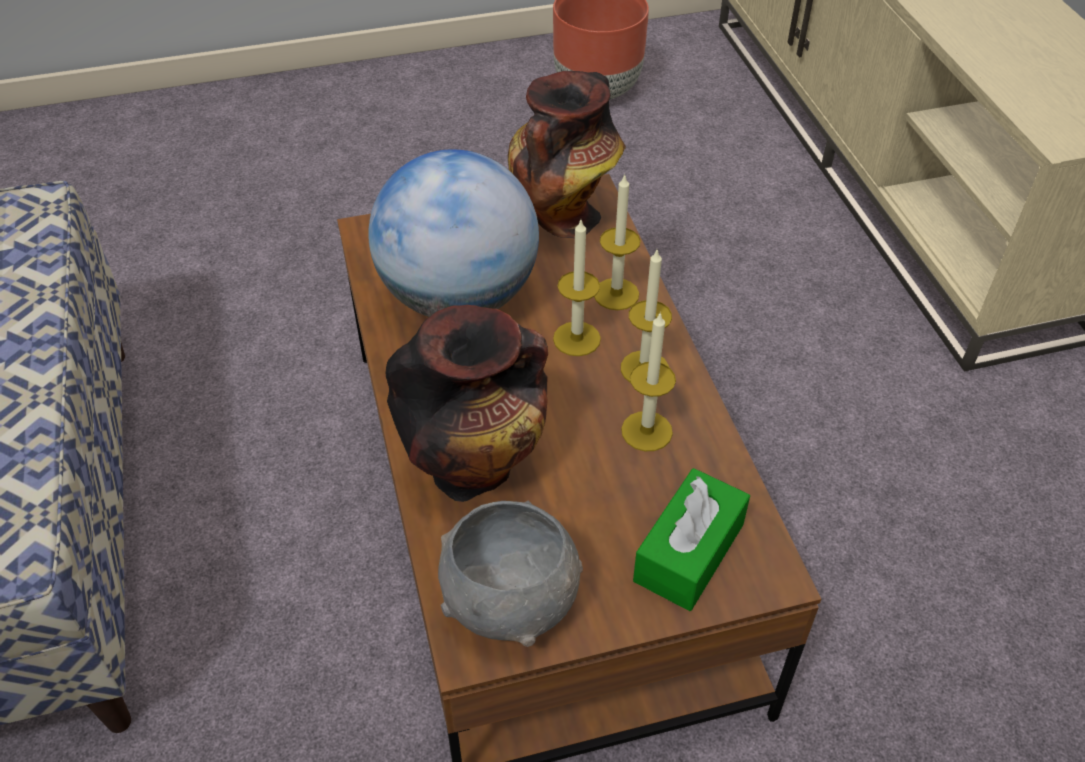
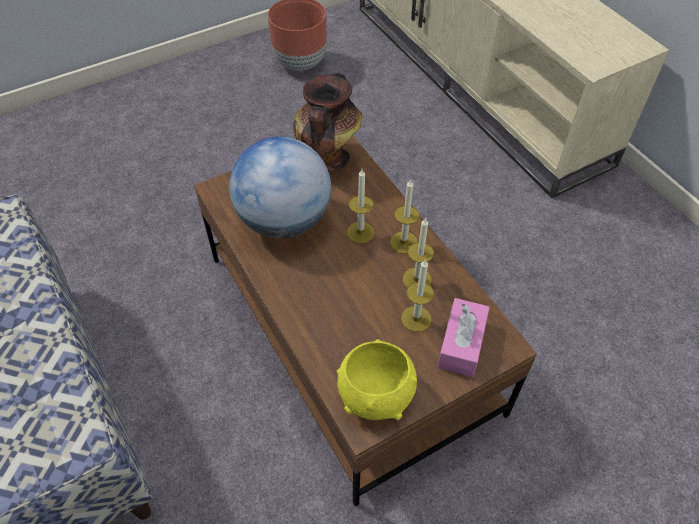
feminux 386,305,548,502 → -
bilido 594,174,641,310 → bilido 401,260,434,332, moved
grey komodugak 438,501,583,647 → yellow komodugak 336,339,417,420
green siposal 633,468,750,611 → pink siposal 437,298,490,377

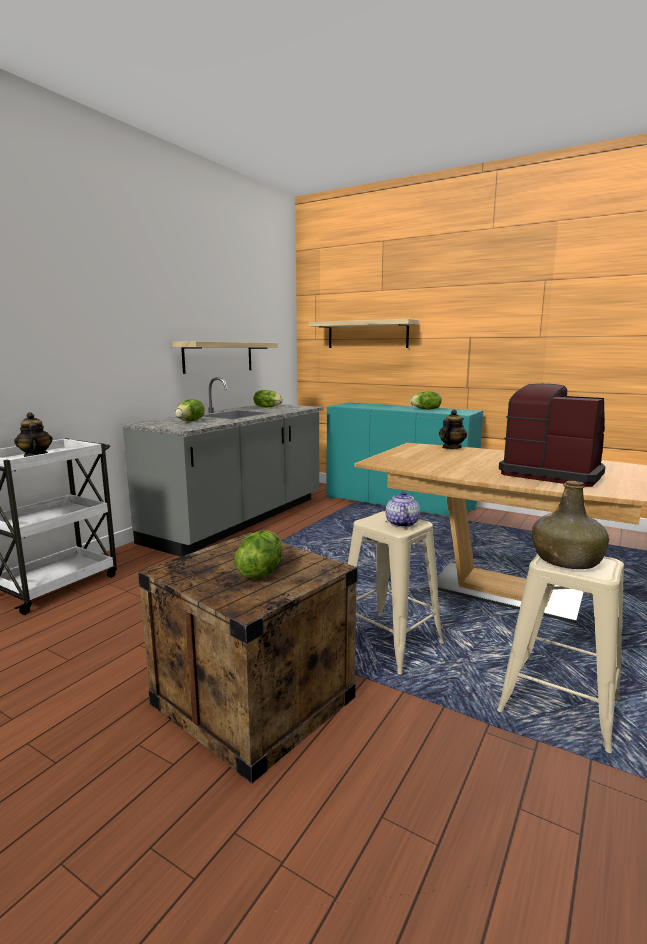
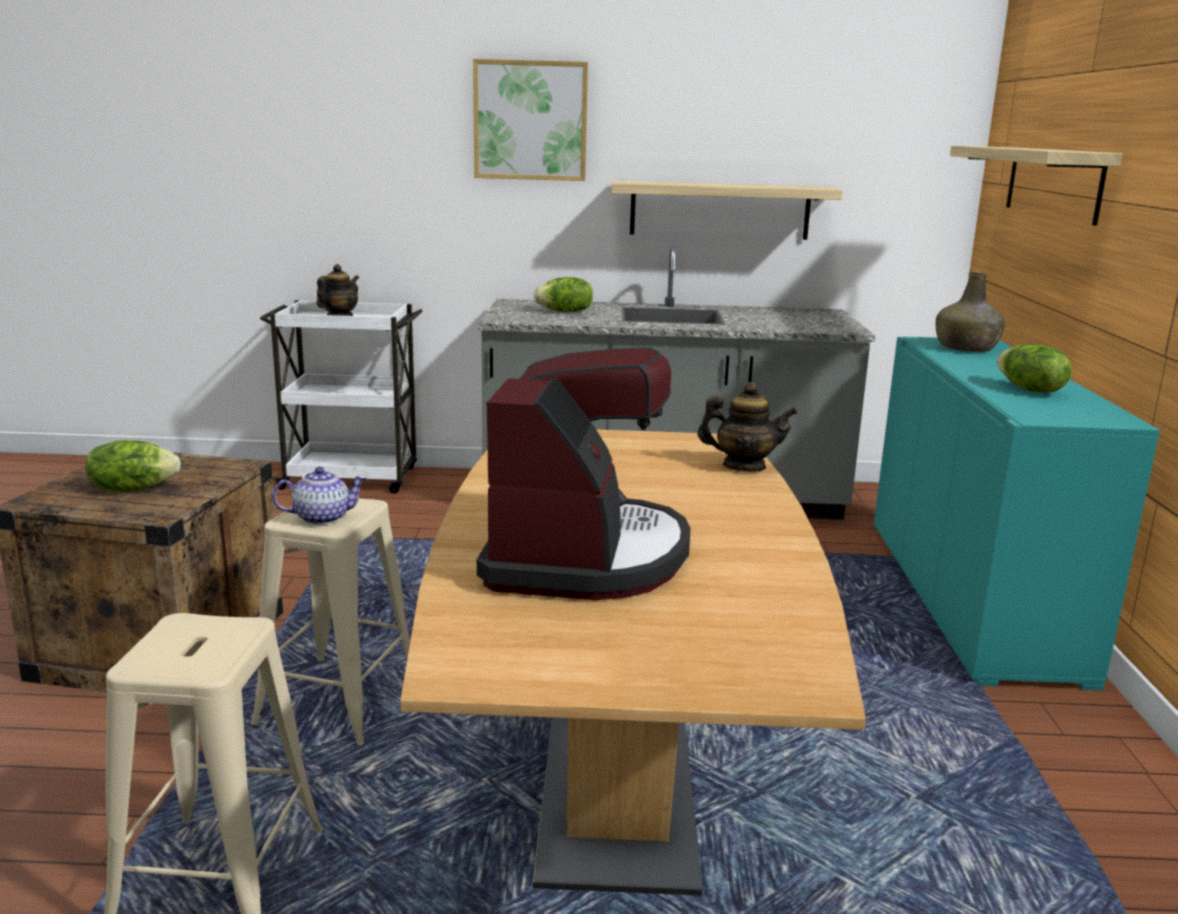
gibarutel 254,390,283,408 → -
- → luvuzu 473,59,588,181
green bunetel 532,481,609,569 → green bunetel 936,271,1005,352, moved

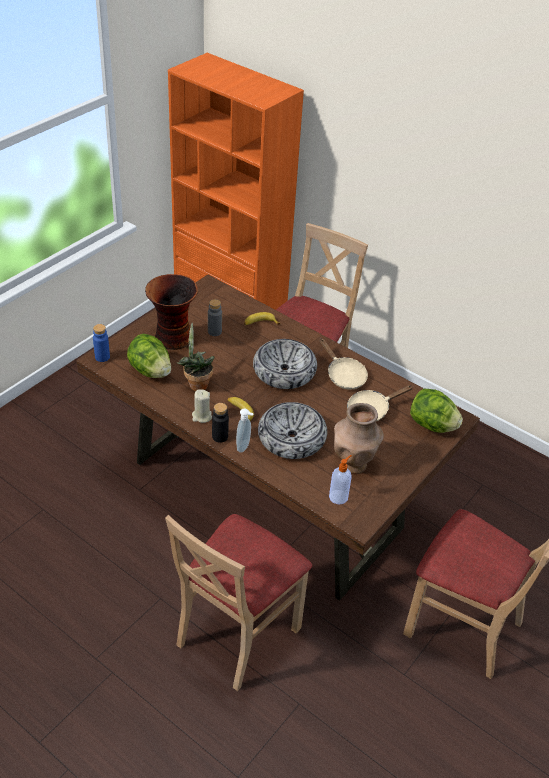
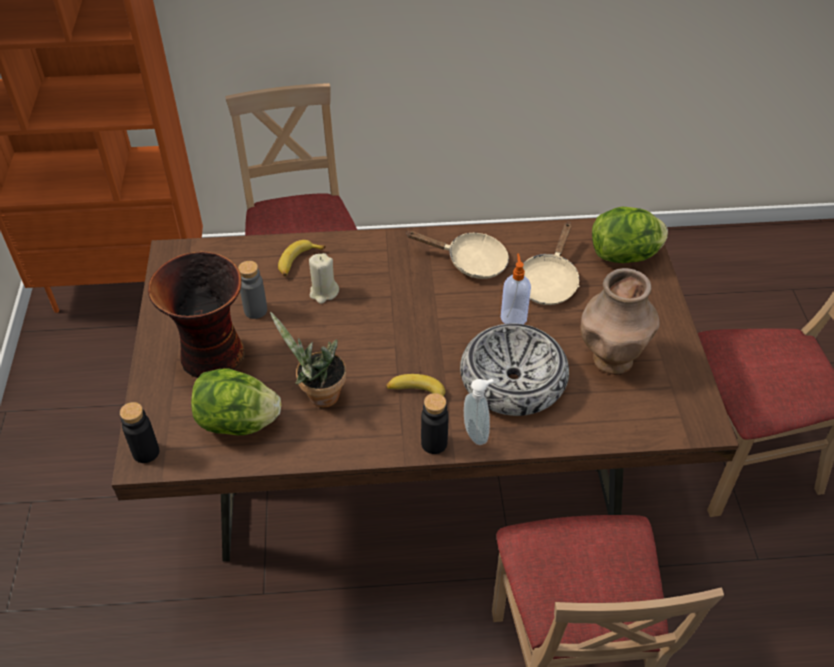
komodugak 253,339,317,389 → -
beige bilido 192,389,212,423 → beige bilido 309,253,339,304, moved
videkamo 329,455,352,504 → videkamo 501,253,531,324, moved
blue bunetel 93,324,110,362 → black bunetel 120,402,159,463

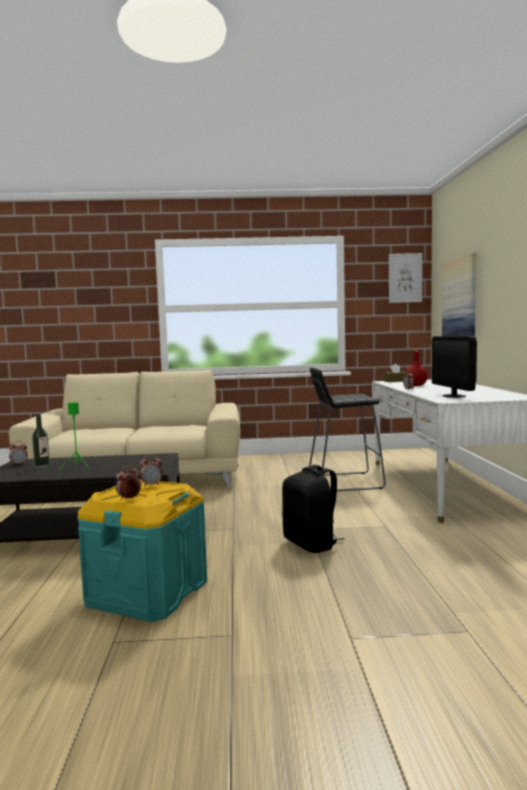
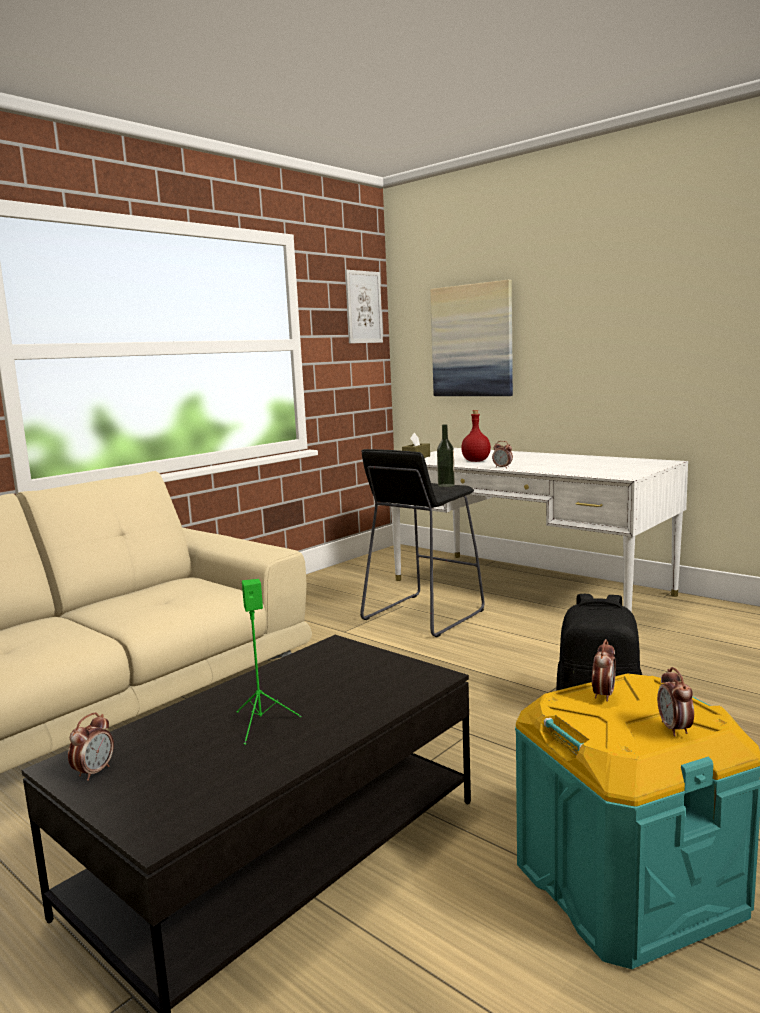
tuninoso 432,336,477,398 → -
bunetel 32,415,50,469 → bunetel 437,424,455,487, moved

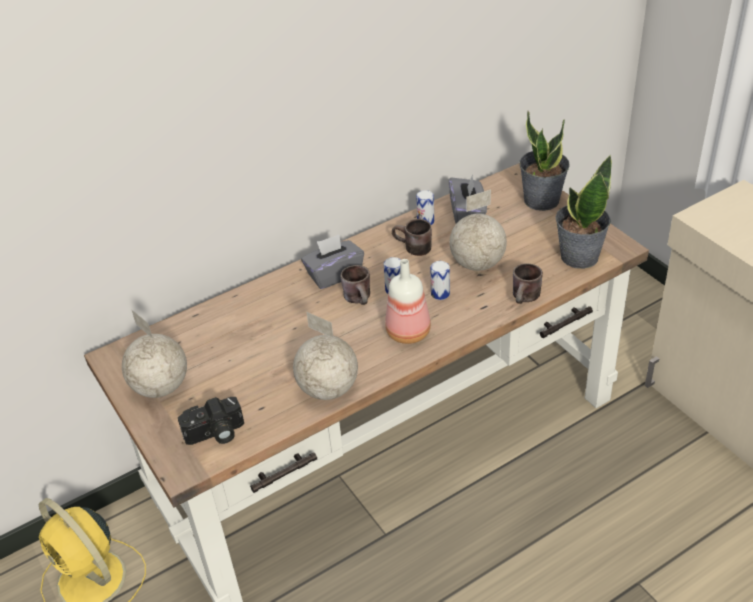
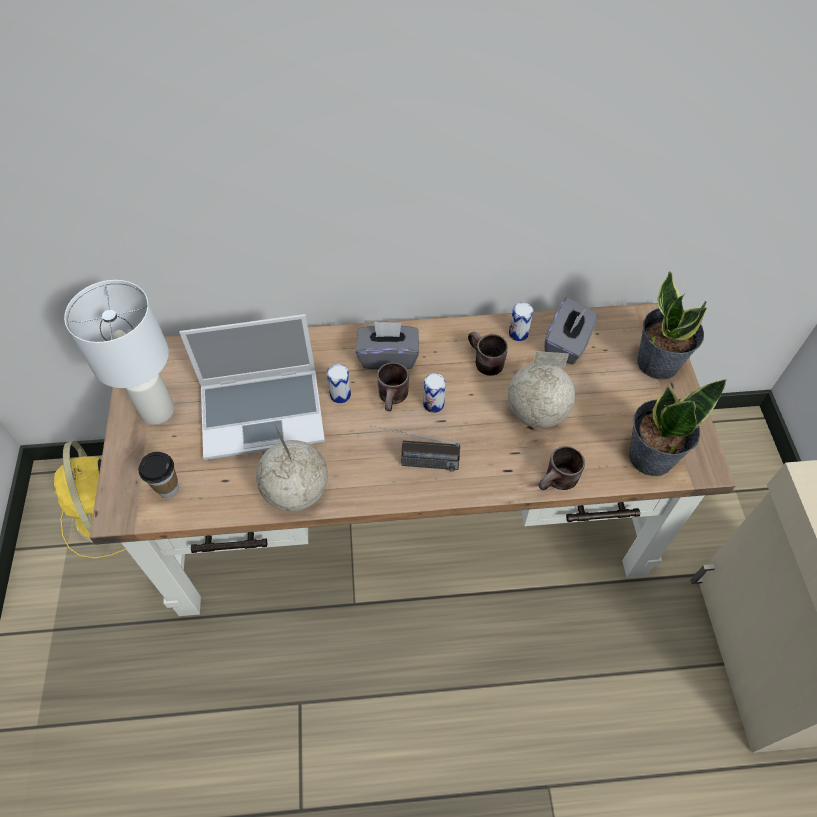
- → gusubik 179,314,325,460
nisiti 430,261,450,300 → nisiti 327,364,351,403, moved
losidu 122,309,187,398 → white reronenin 64,280,174,425
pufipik 178,397,244,445 → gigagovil 139,452,179,498
bunetel 385,259,431,344 → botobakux 370,425,460,472

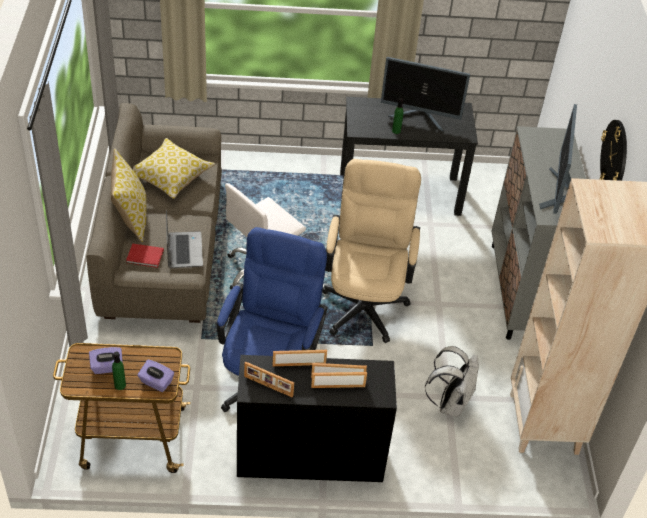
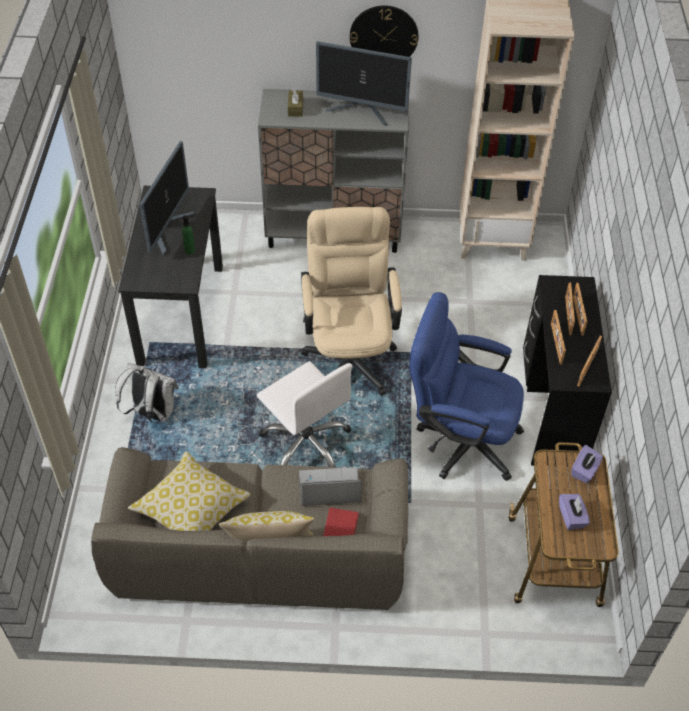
green bunetel 112,351,126,390 → -
- → brown siposal 288,88,303,117
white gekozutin 425,346,479,417 → white gekozutin 115,363,178,423, moved
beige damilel 322,159,421,343 → beige damilel 301,207,402,396, 75 degrees clockwise

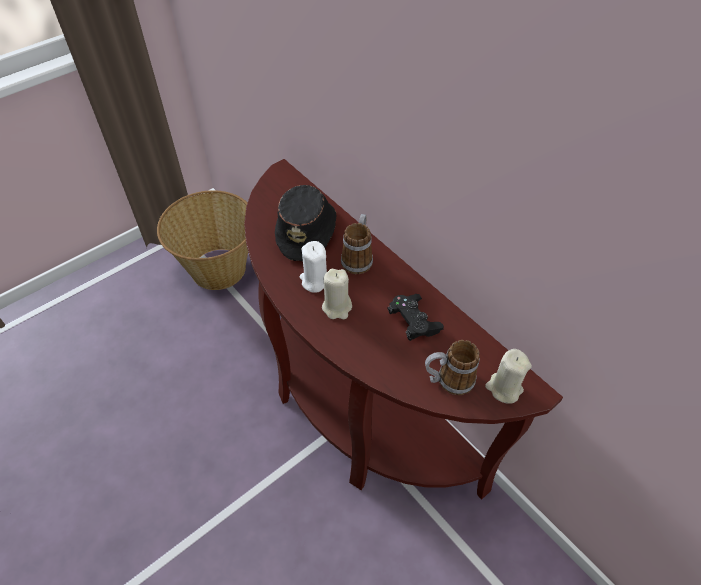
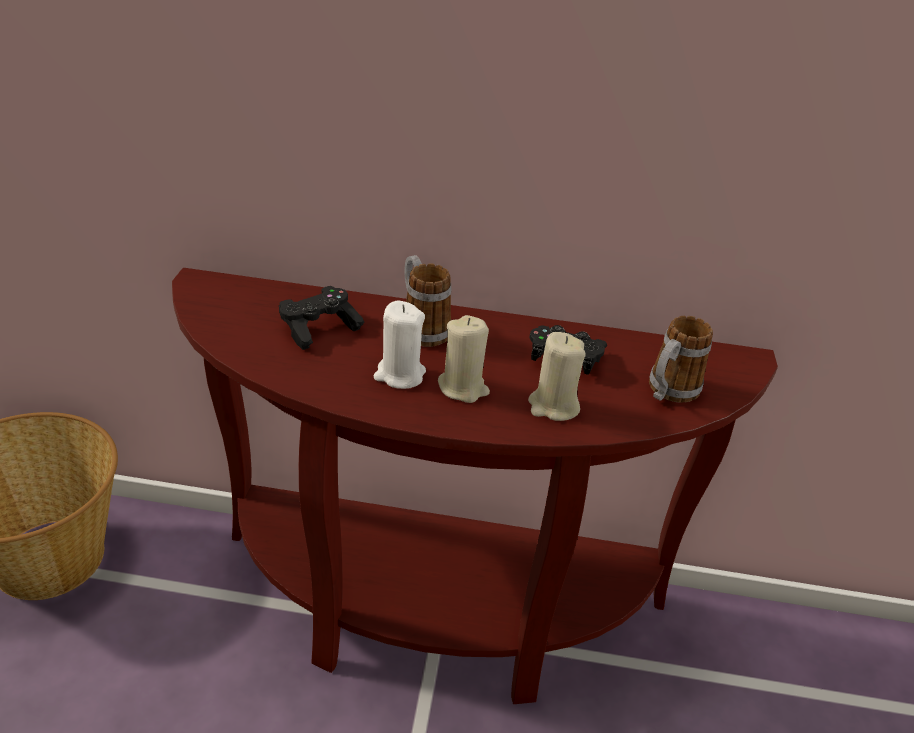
beige bilido 485,349,532,404 → beige bilido 528,332,586,421, moved
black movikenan 275,185,336,261 → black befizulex 279,286,364,350

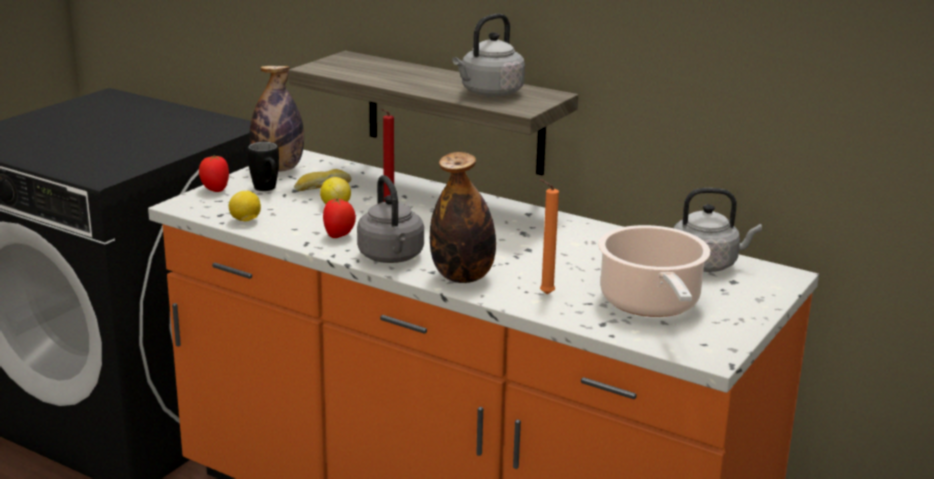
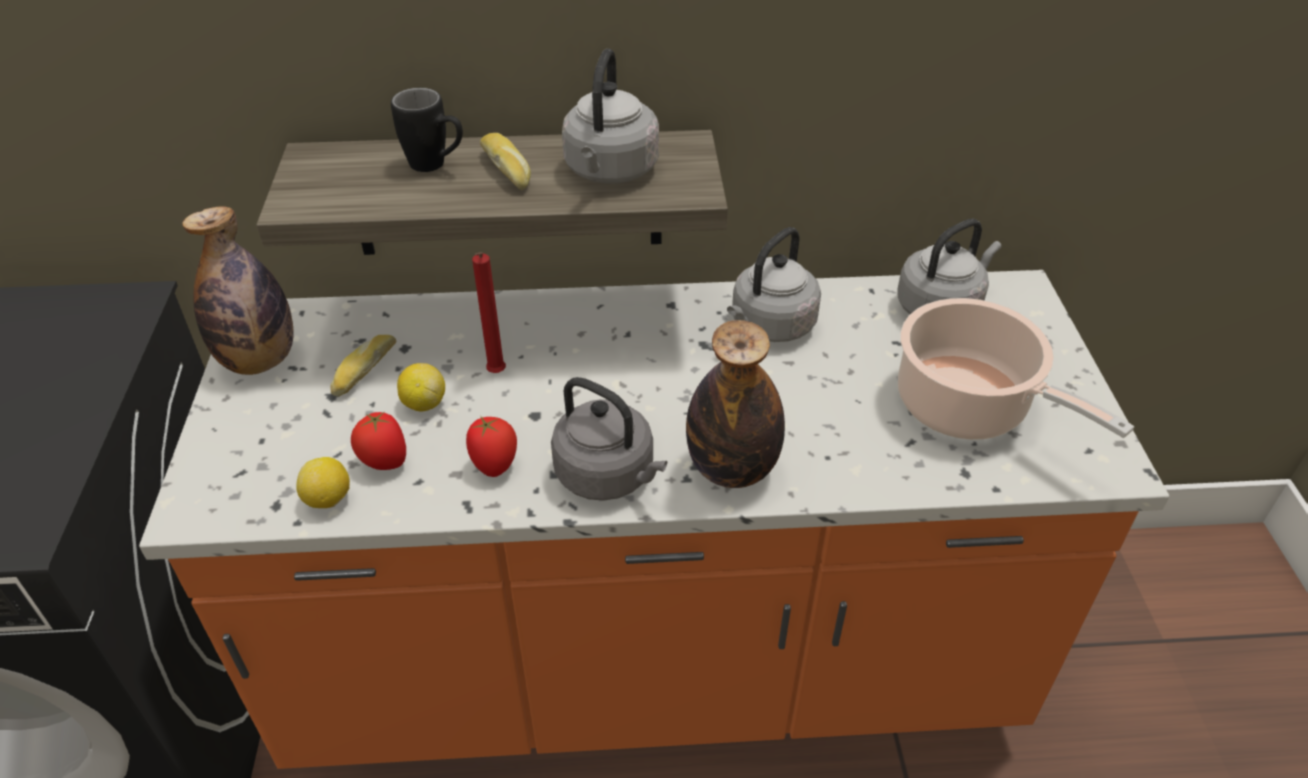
orange bilido 540,179,559,294 → -
- → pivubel 480,133,531,190
- → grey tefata 727,227,821,342
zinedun 199,155,229,192 → zinedun 351,412,406,470, moved
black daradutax 248,142,279,191 → black daradutax 391,88,463,172, moved

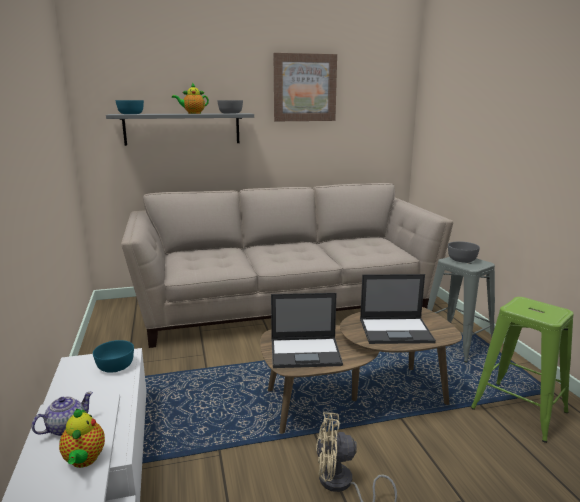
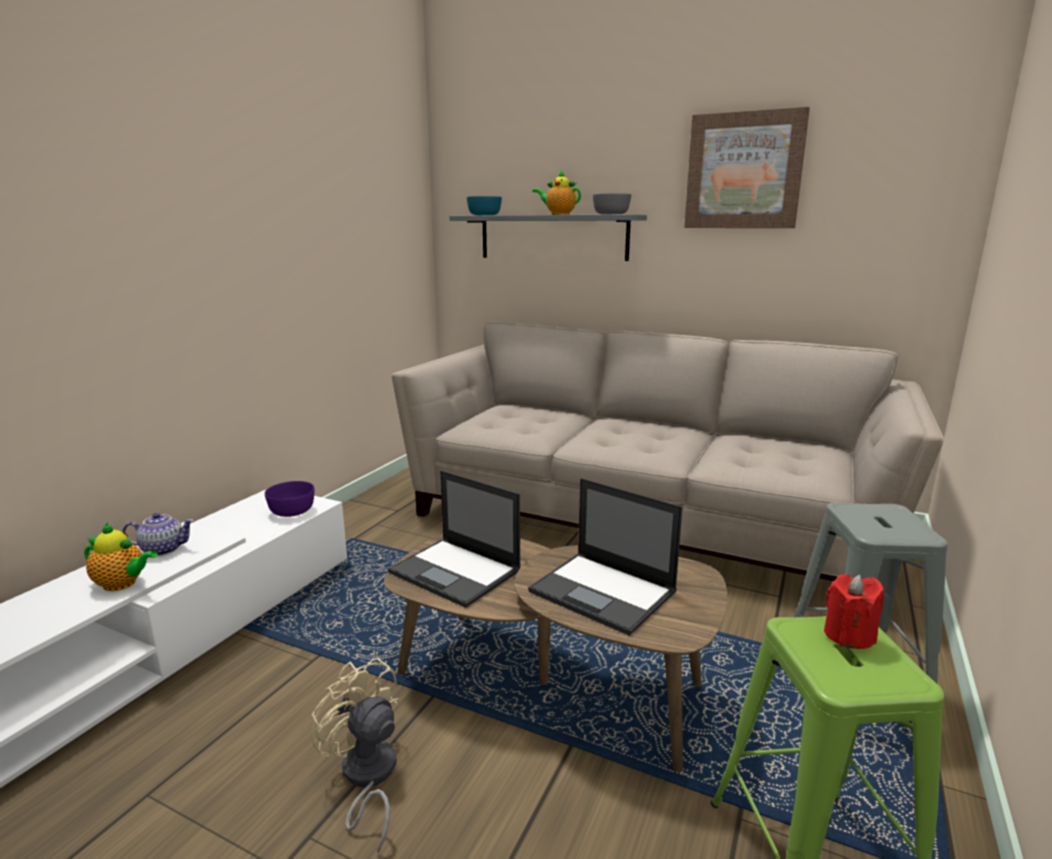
grey komodugak 448,241,480,262 → -
- → red bilido 824,575,884,649
turquoise komodugak 93,340,134,373 → purple komodugak 265,481,314,517
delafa 59,409,105,468 → delafa 84,523,158,591, 105 degrees counterclockwise

